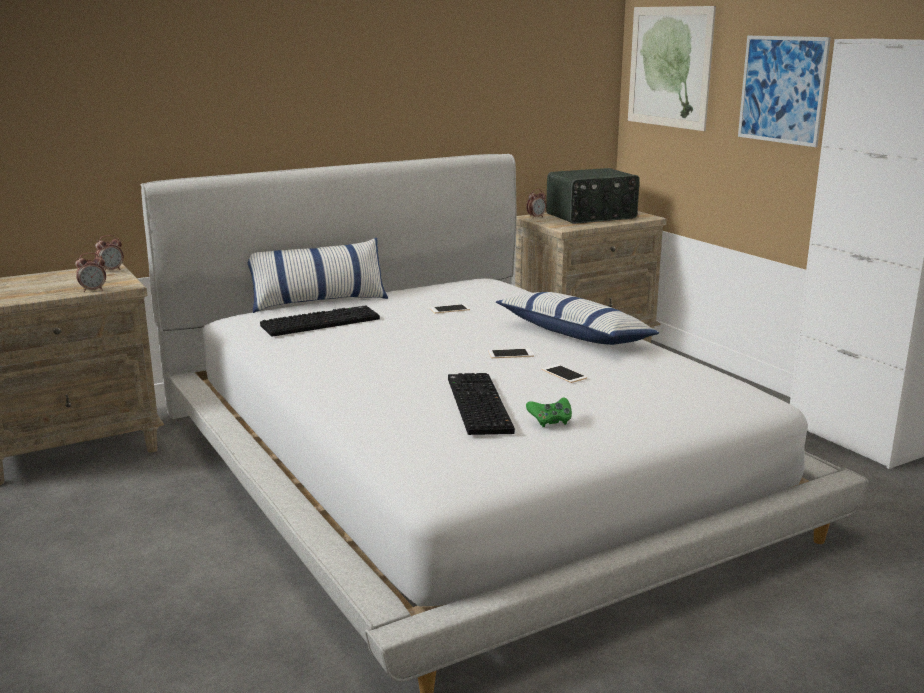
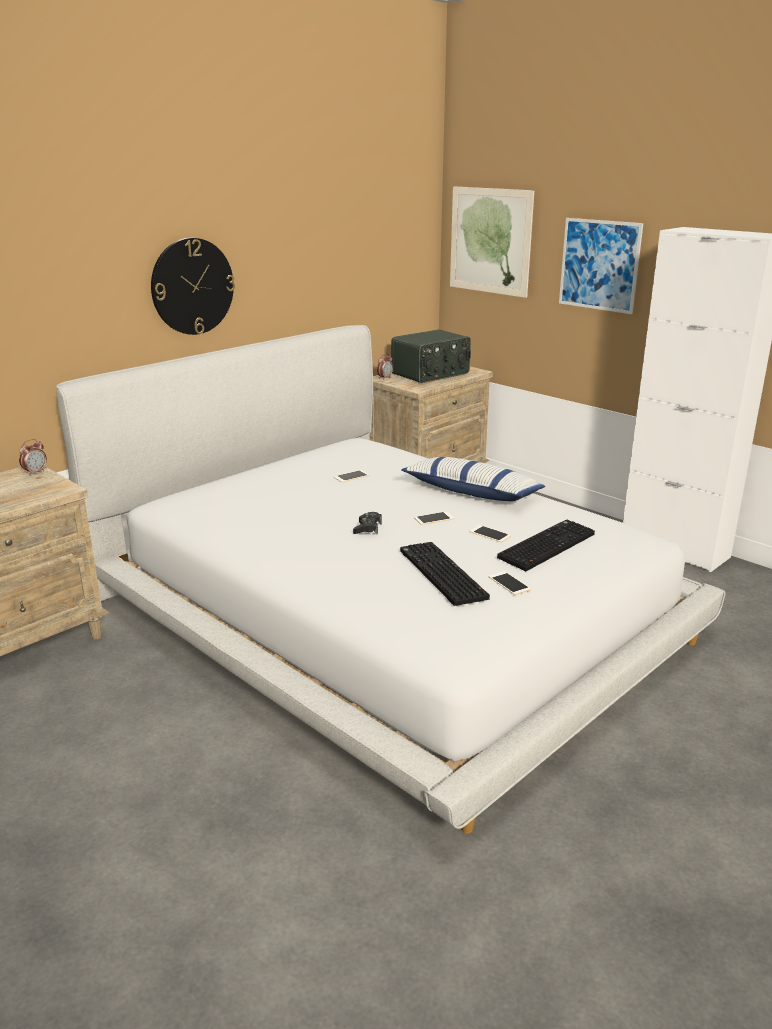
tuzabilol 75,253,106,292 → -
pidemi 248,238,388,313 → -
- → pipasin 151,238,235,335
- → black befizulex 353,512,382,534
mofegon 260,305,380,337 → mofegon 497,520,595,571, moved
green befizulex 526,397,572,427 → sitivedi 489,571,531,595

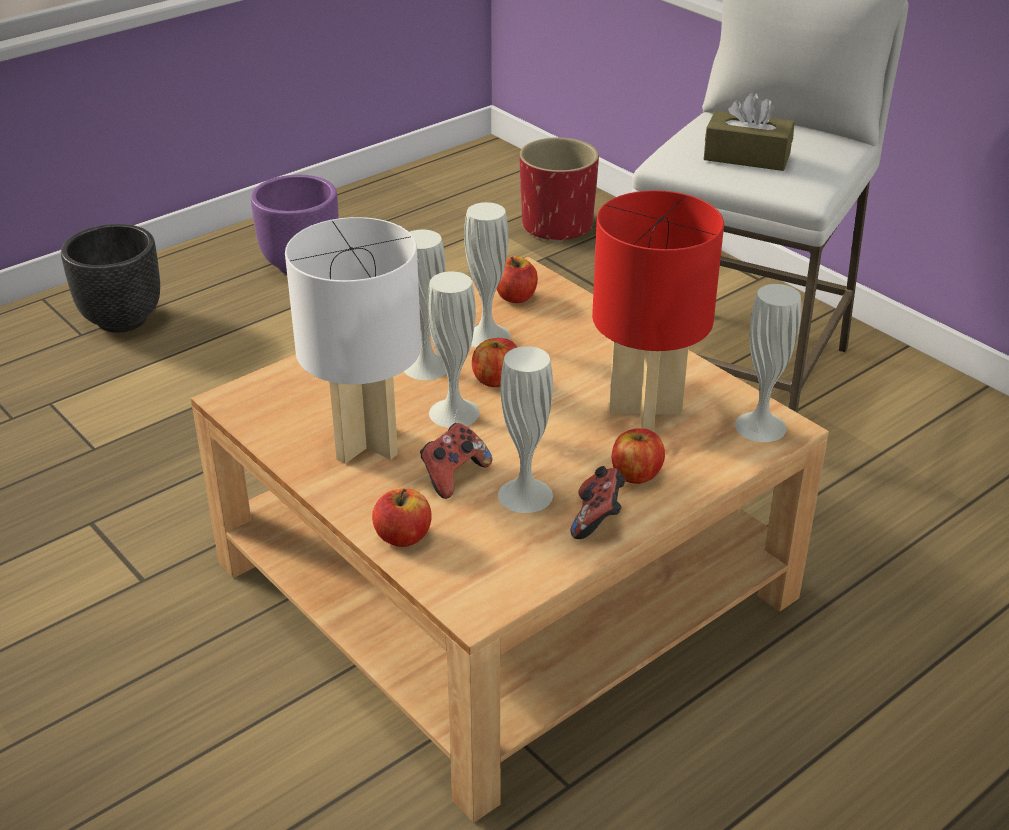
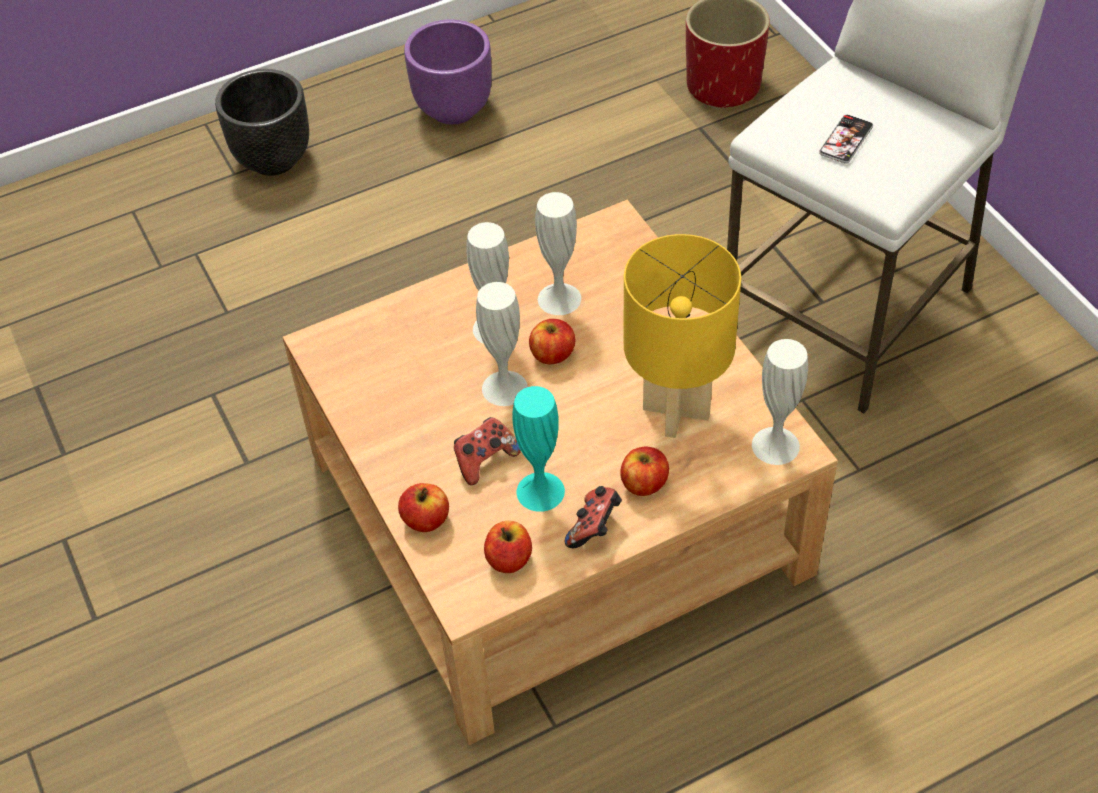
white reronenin 285,217,421,464 → -
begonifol 497,256,538,303 → begonifol 484,521,532,573, moved
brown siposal 704,92,795,171 → sitivedi 819,115,873,164
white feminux 498,346,553,513 → turquoise feminux 512,386,565,512
red reronenin 592,190,724,432 → yellow reronenin 624,234,741,438

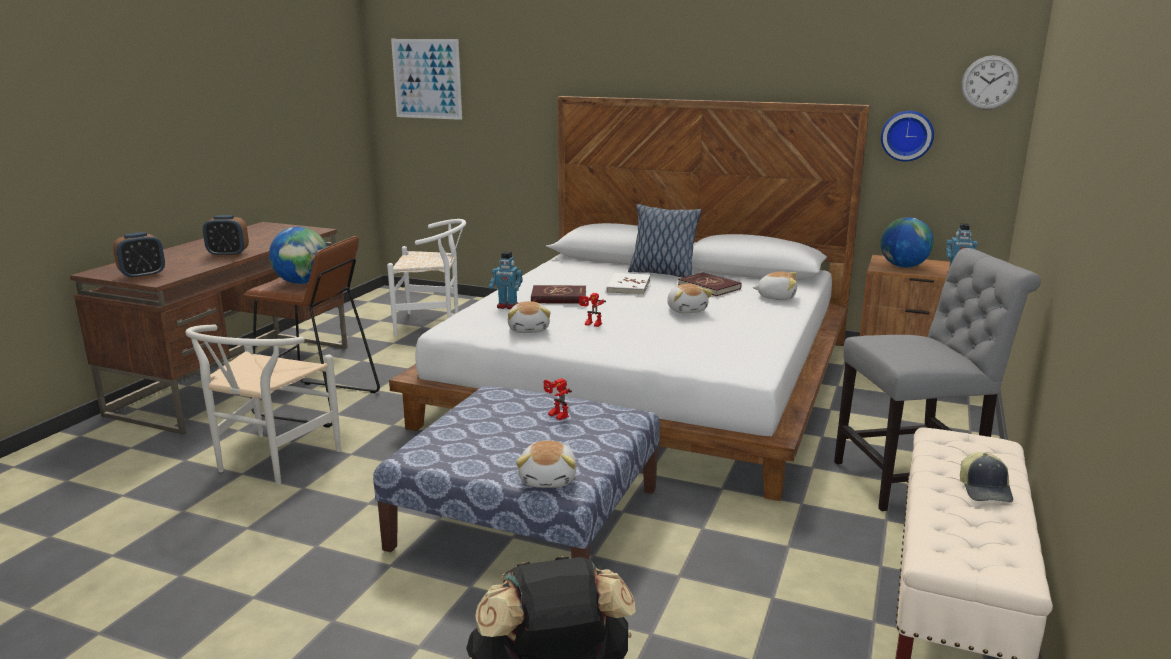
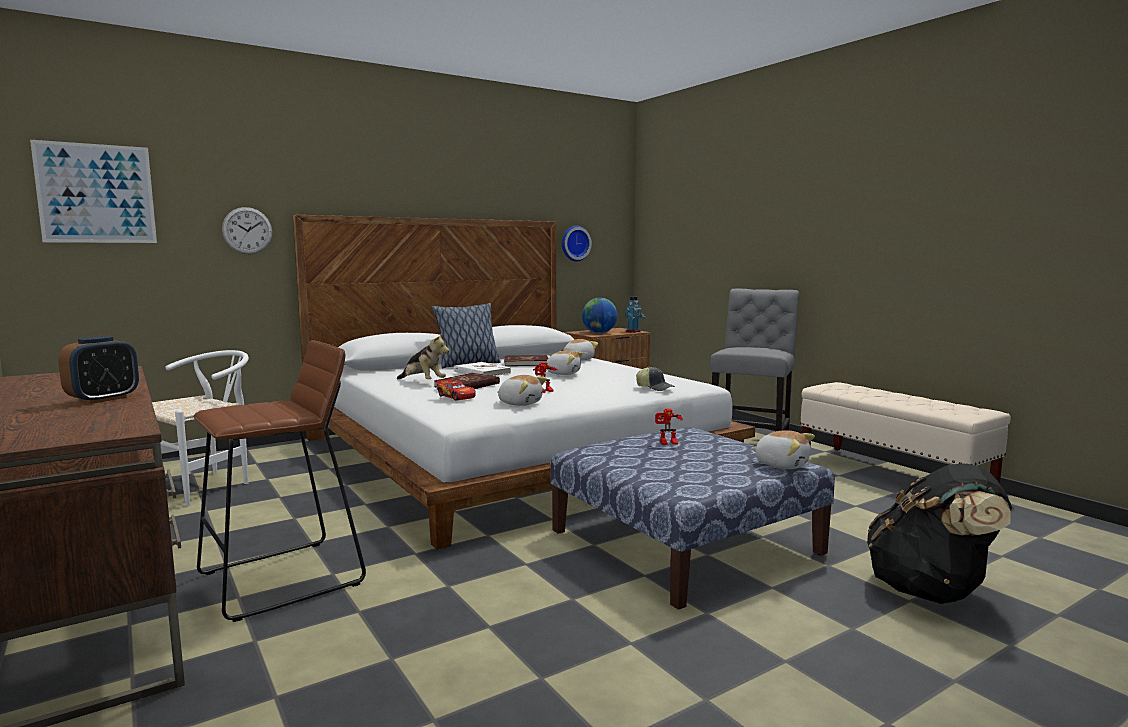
tuzabilol 113,232,165,280 → -
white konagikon 185,324,341,484 → -
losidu 269,227,327,284 → -
- → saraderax 397,335,449,379
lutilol 960,452,1013,502 → lutilol 636,367,675,391, moved
pipasin 961,55,1019,110 → pipasin 222,207,272,254, moved
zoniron 489,251,523,309 → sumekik 436,379,476,401

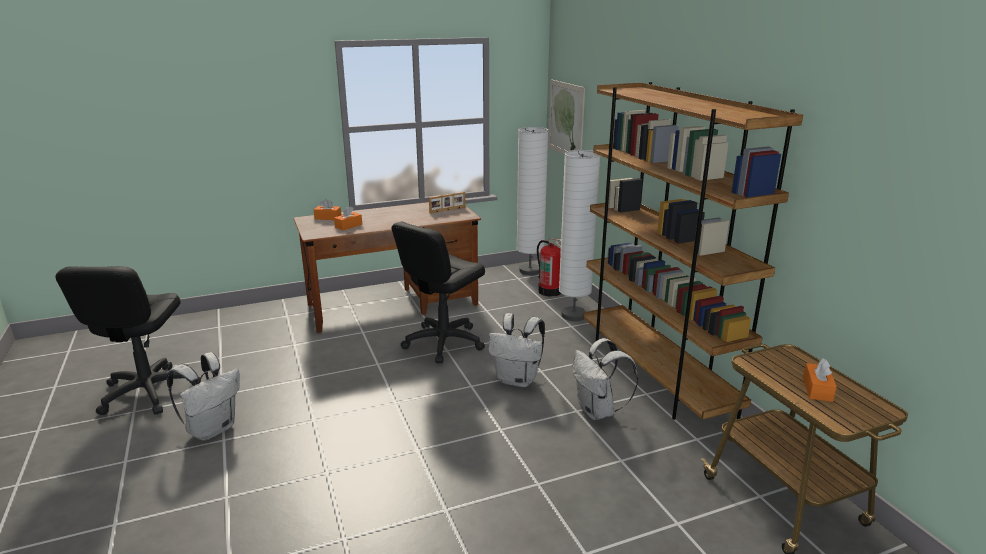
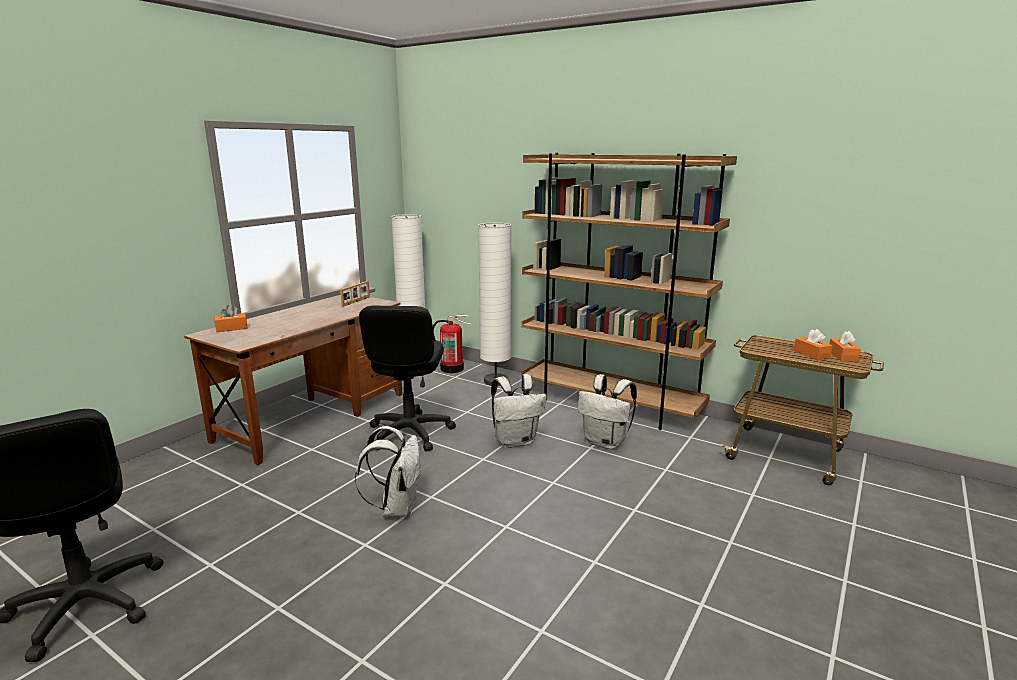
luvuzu 548,79,585,155 → -
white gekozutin 167,352,240,440 → white gekozutin 355,426,421,518, moved
orange siposal 334,206,362,230 → orange siposal 829,331,861,362, moved

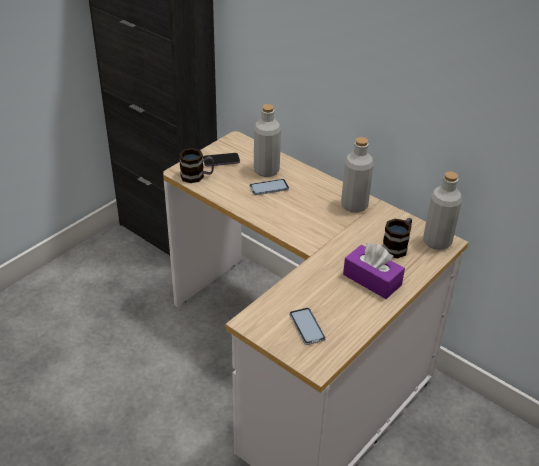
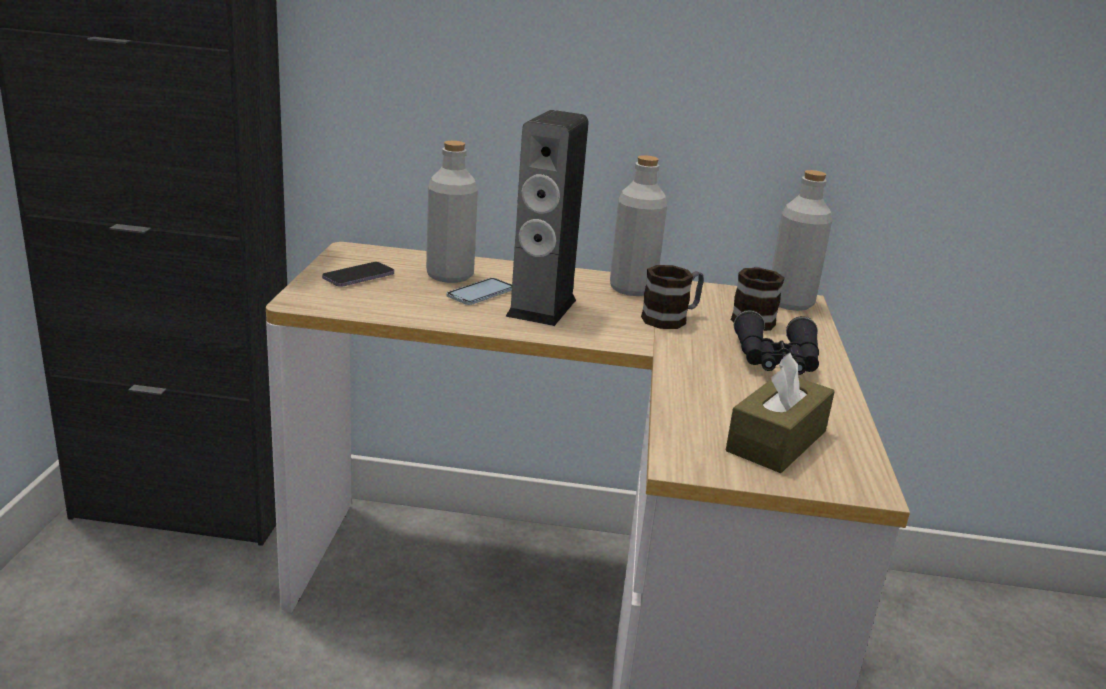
- → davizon 505,110,589,326
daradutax 179,148,214,183 → daradutax 641,265,704,329, moved
sitivedi 289,308,326,345 → brown siposal 726,353,835,473
purple siposal 343,243,405,299 → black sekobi 734,310,819,375

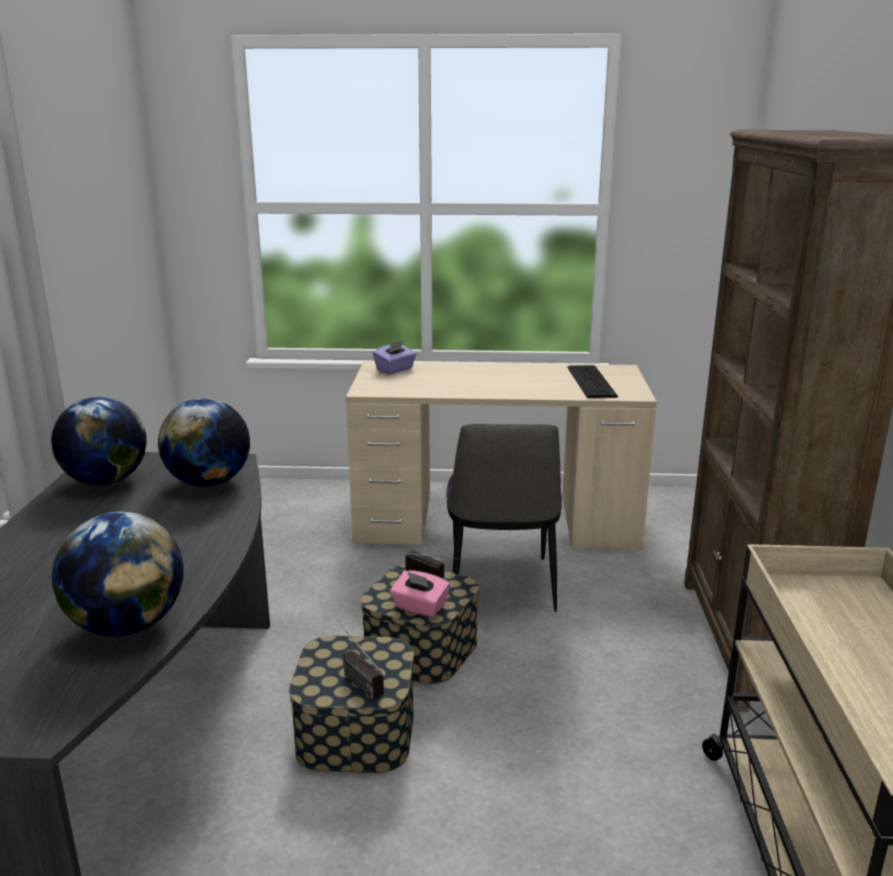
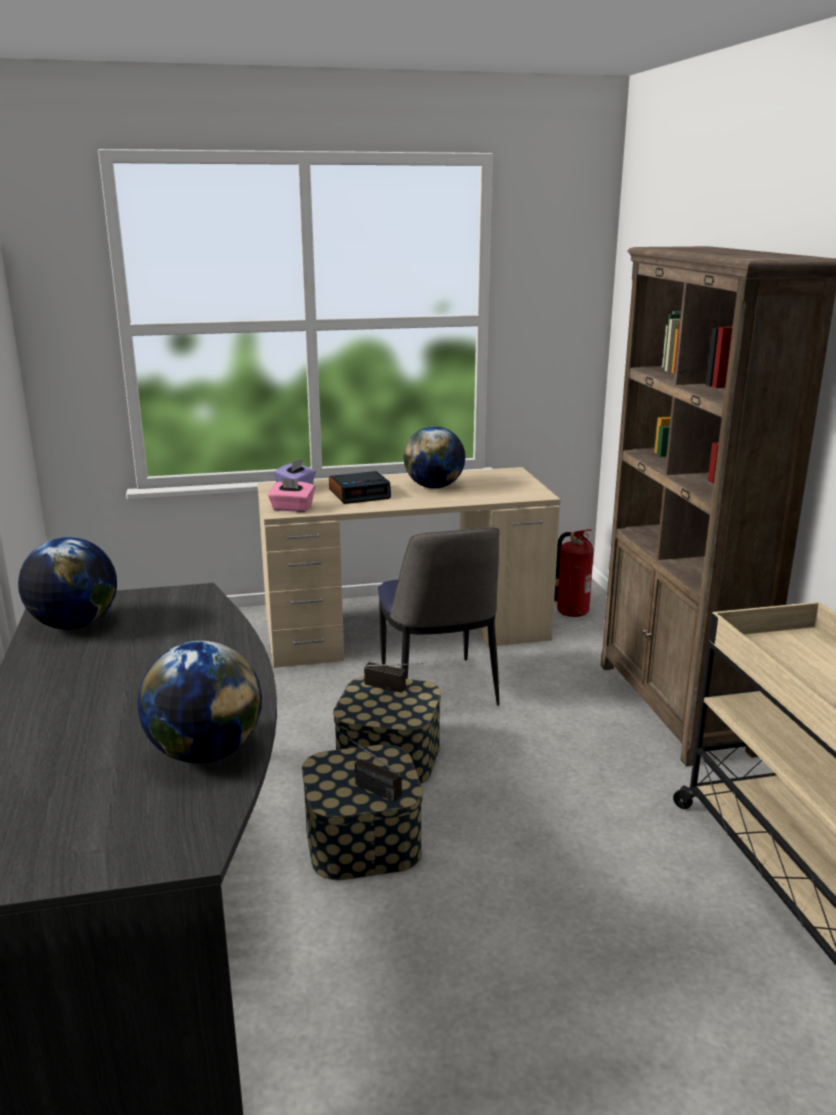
mofegon 568,365,618,398 → -
- → tuzabilol 329,471,391,504
- → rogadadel 554,529,594,617
losidu 158,398,250,487 → losidu 404,426,465,488, moved
pink siposal 390,570,450,618 → pink siposal 268,478,315,512, moved

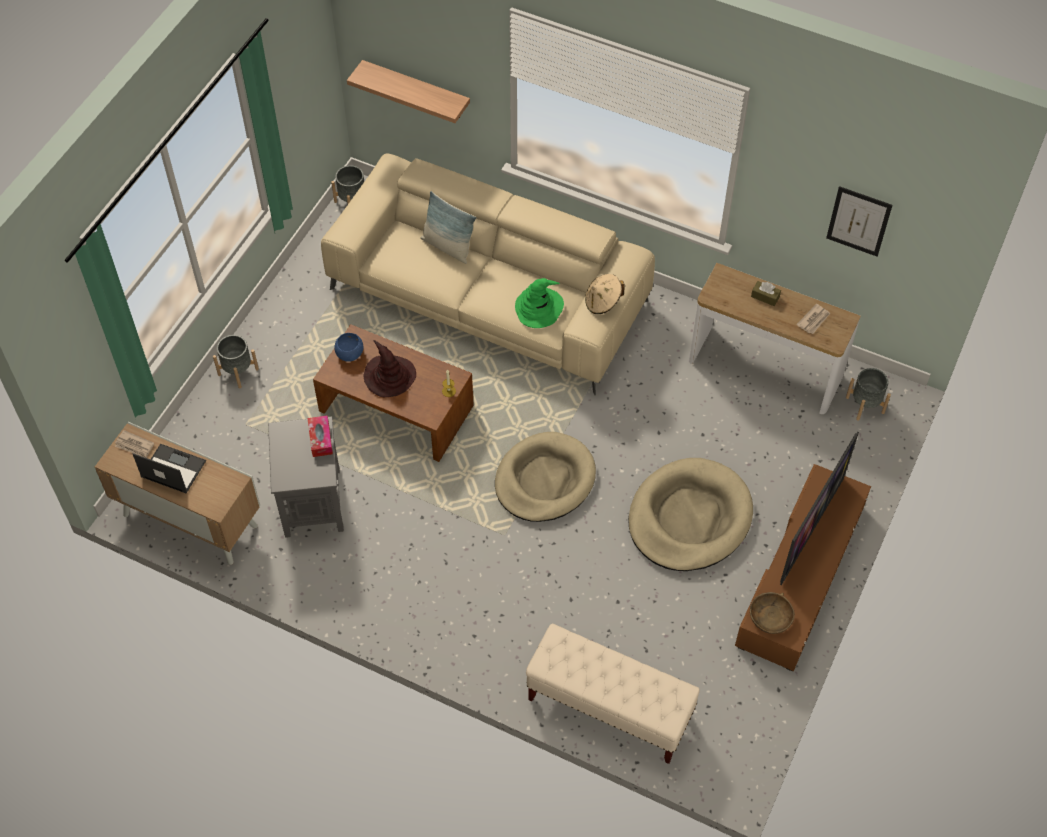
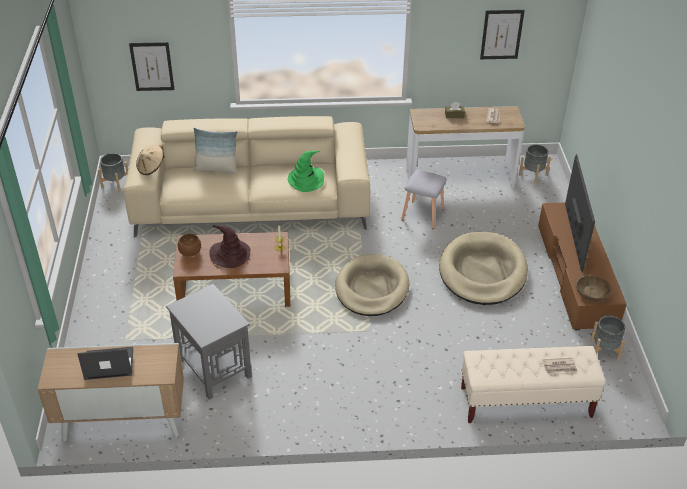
siposal 308,415,333,457 → -
- → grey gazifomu 401,170,447,229
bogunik 115,430,154,458 → bogunik 542,358,577,373, moved
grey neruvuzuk 213,335,259,389 → grey neruvuzuk 590,316,625,361, moved
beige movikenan 585,274,625,314 → beige movikenan 136,144,164,175, moved
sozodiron 347,60,470,123 → luvuzu 129,42,175,91
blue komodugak 334,333,364,362 → brown komodugak 178,234,201,257

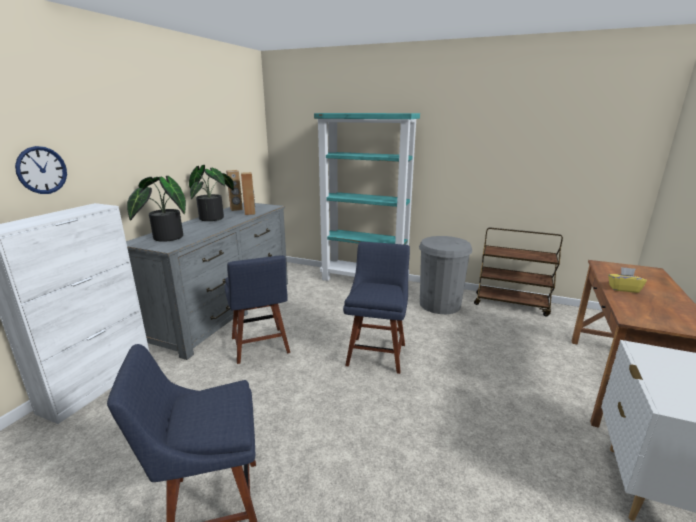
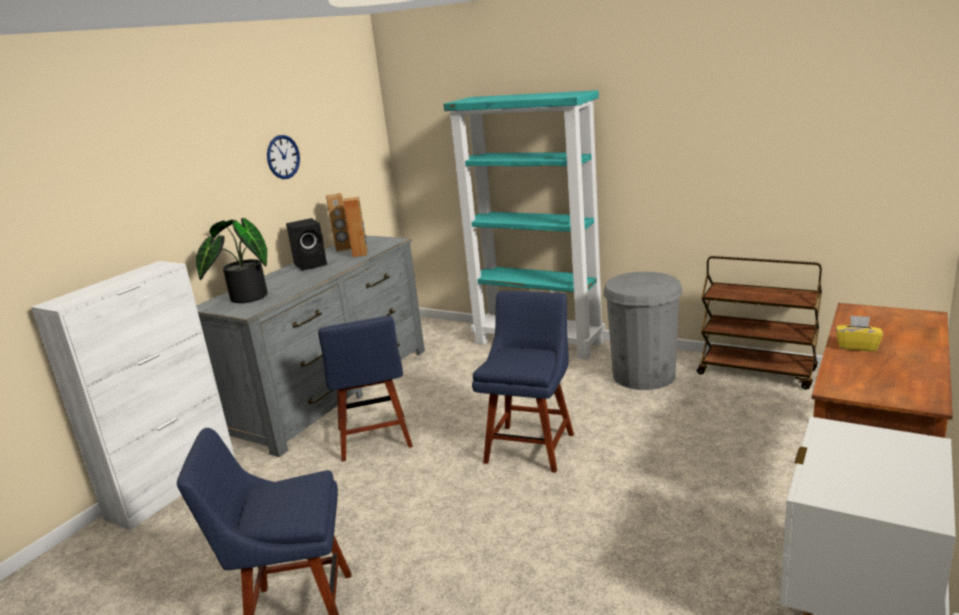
pipasin 15,146,67,194 → pipasin 267,135,300,179, moved
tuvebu 189,165,234,221 → black davizon 286,218,327,271

